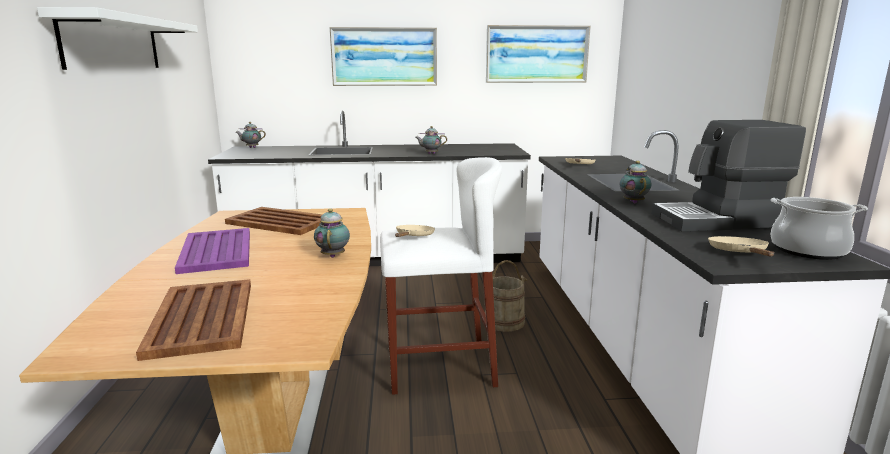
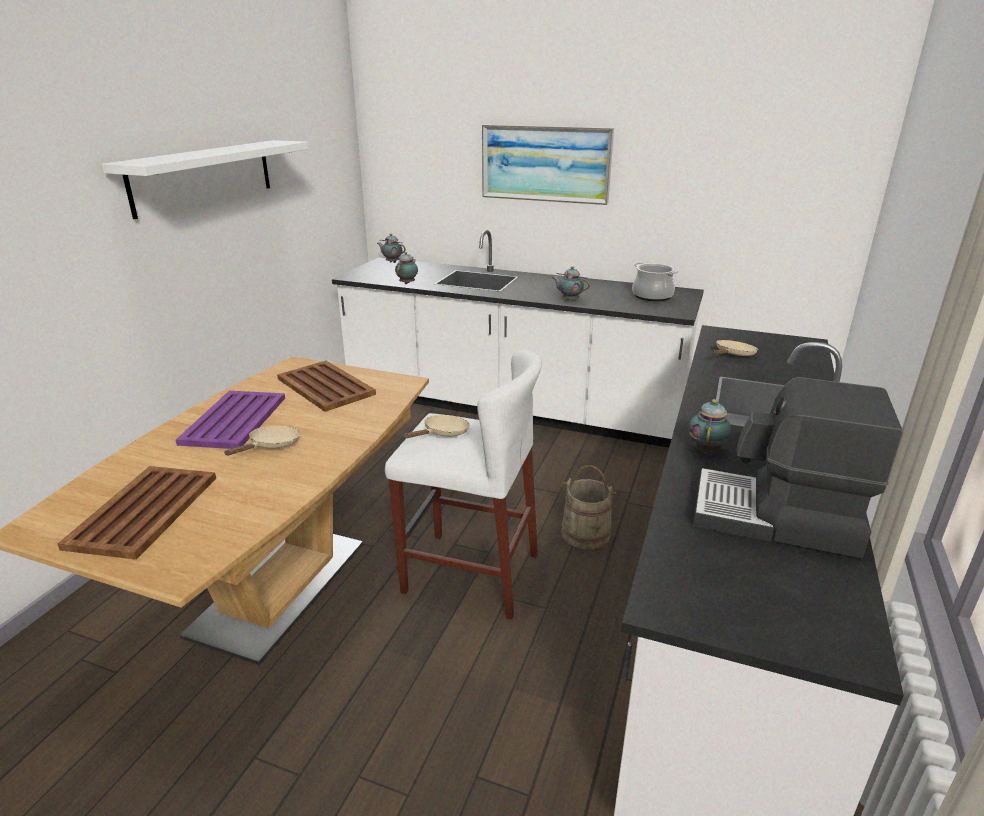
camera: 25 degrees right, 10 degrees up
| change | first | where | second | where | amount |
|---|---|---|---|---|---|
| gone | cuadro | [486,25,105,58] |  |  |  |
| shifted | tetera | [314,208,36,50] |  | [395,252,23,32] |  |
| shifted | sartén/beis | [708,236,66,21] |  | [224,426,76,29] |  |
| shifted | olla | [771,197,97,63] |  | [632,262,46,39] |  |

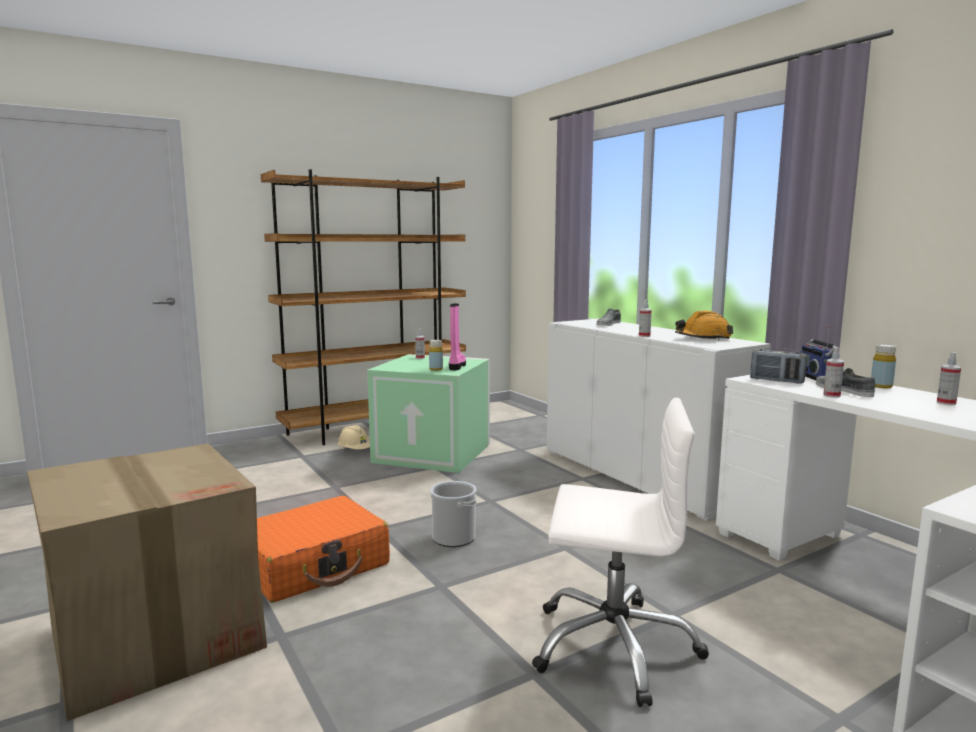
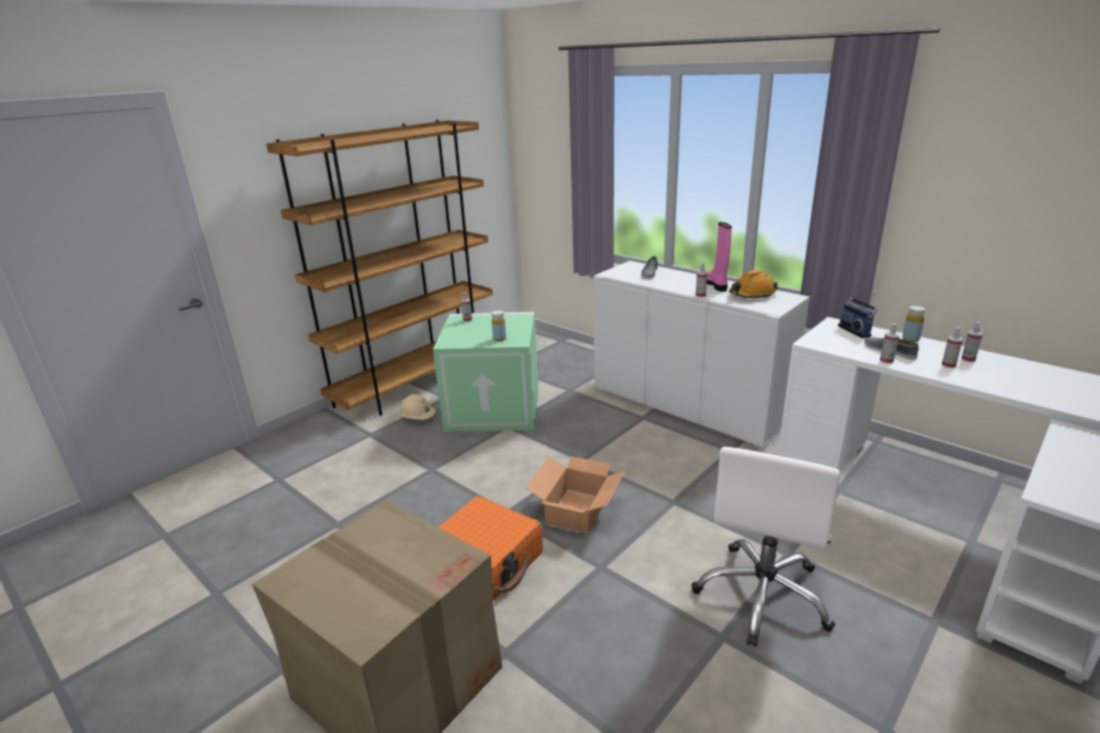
camera: 15 degrees left, 15 degrees up
| change | first | where | second | where | amount |
|---|---|---|---|---|---|
| gone | radio | [750,348,57,36] |  |  |  |
| new |  |  | pulverizador | [942,327,21,41] |  |
| shifted | bota/rosa | [449,304,17,66] |  | [706,222,26,69] |  |
| swapped | cubo | [430,481,47,66] | caja de cartón | [525,456,100,78] |  |
| rotated | silla de oficina/blanco | [532,398,177,309] |  | [691,447,149,200] | 120 degrees clockwise |

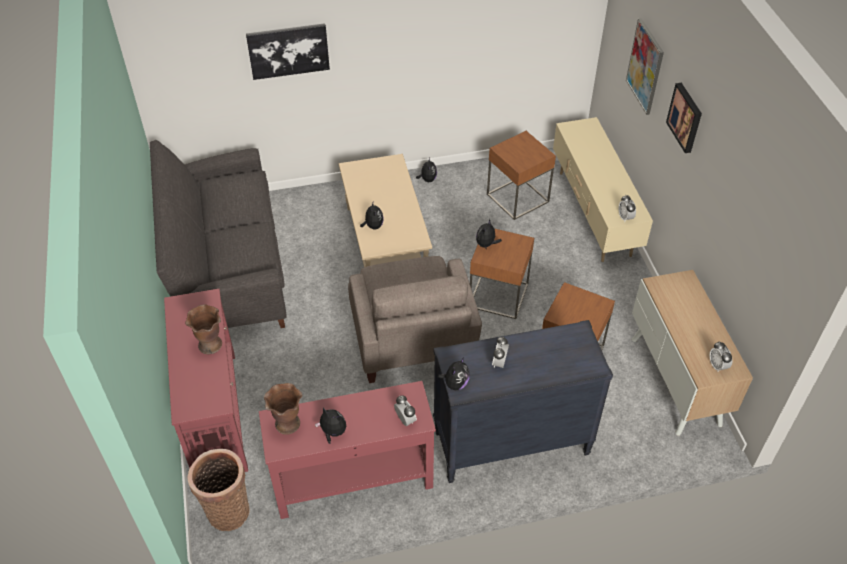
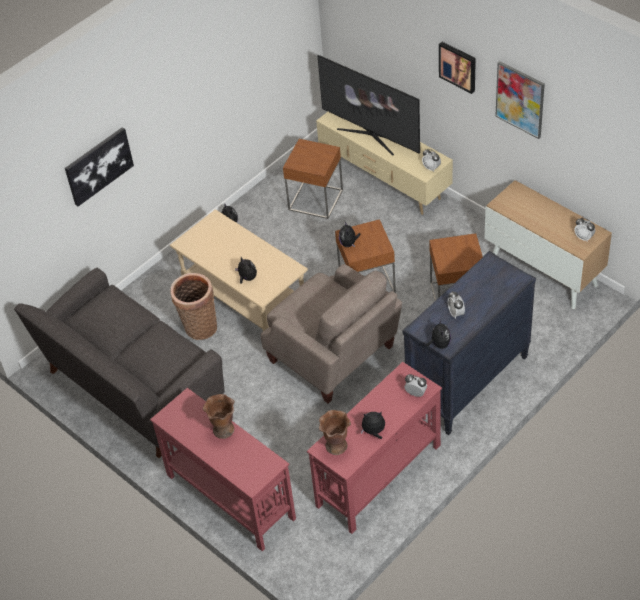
camera: 30 degrees left, 0 degrees up
| change | first | where | second | where | amount |
|---|---|---|---|---|---|
| new |  |  | televisor | [317,55,103,101] |  |
| shifted | cesta | [187,449,62,82] |  | [170,273,47,67] |  |
| shifted | cuadro | [626,18,38,97] |  | [495,61,50,78] |  |

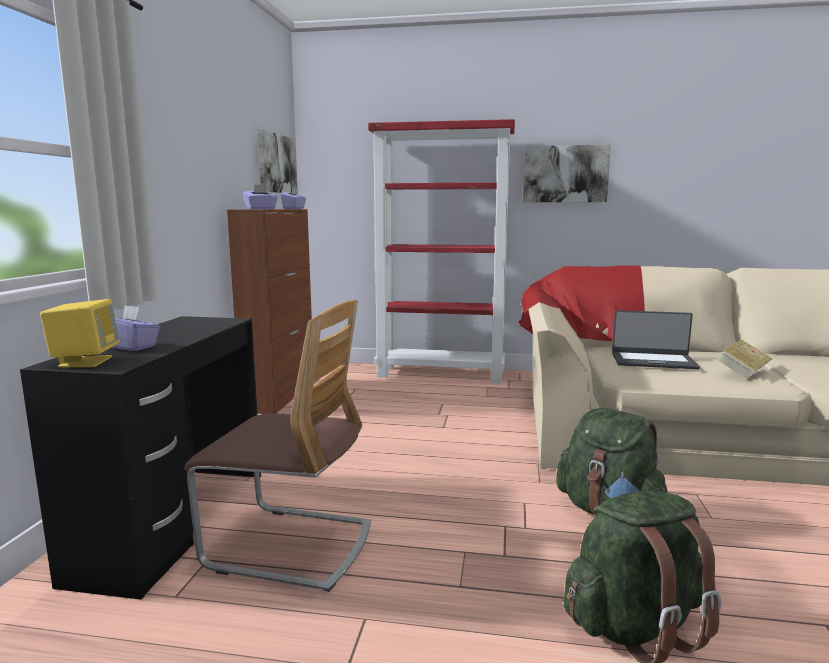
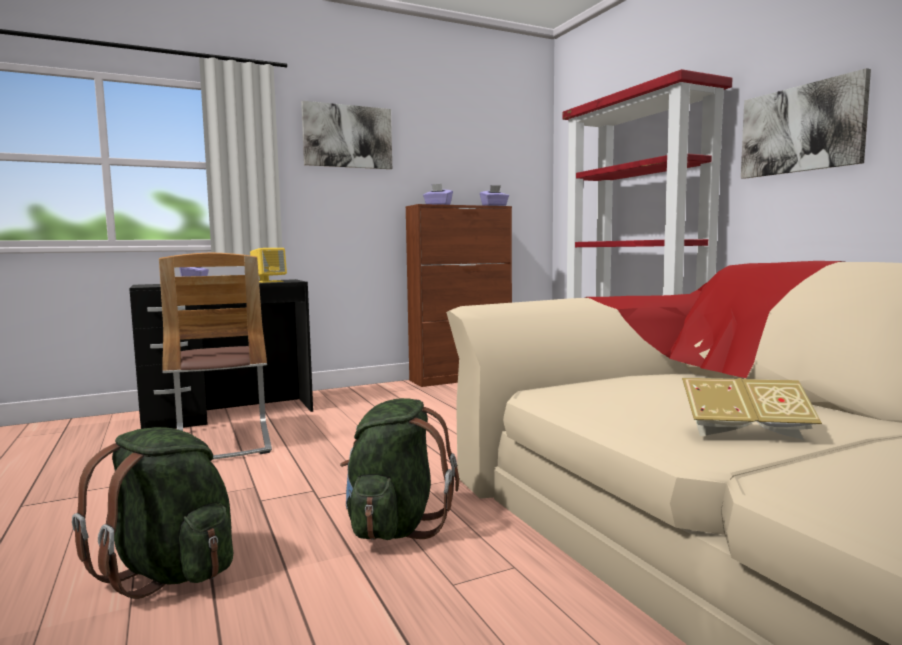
camera: 55 degrees right, 5 degrees down
| change | first | where | second | where | amount |
|---|---|---|---|---|---|
| gone | portátil | [612,310,88,59] |  |  |  |
| shifted | altavoz/amarillo | [40,299,80,69] |  | [250,248,37,35] |  |
| shifted | cuadro | [257,129,41,65] |  | [301,101,91,68] |  |

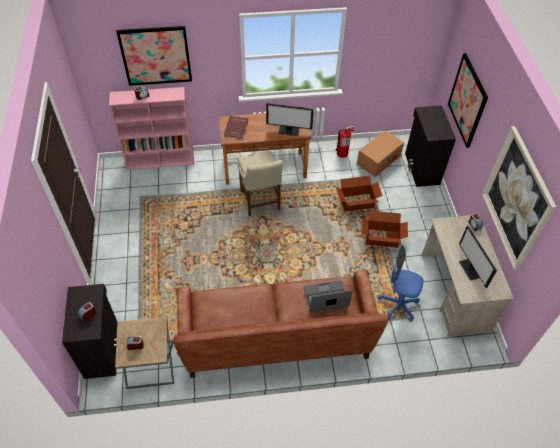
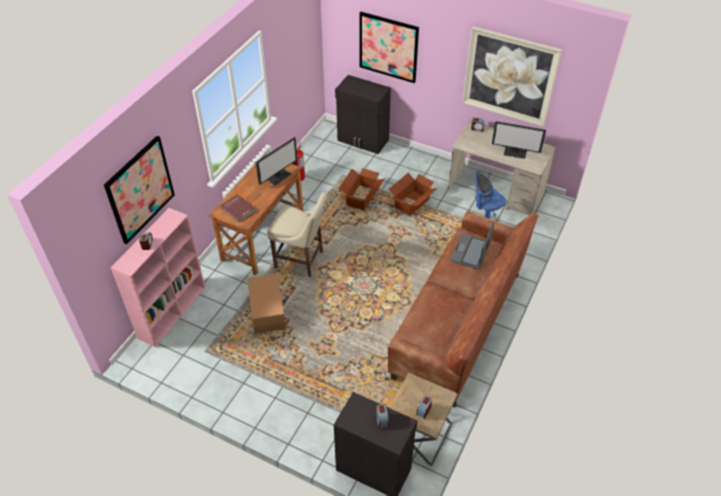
camera: 55 degrees left, 5 degrees down
| change | first | where | second | where | amount |
|---|---|---|---|---|---|
| shifted | caja de cartón | [357,130,47,47] |  | [247,274,39,60] |  |

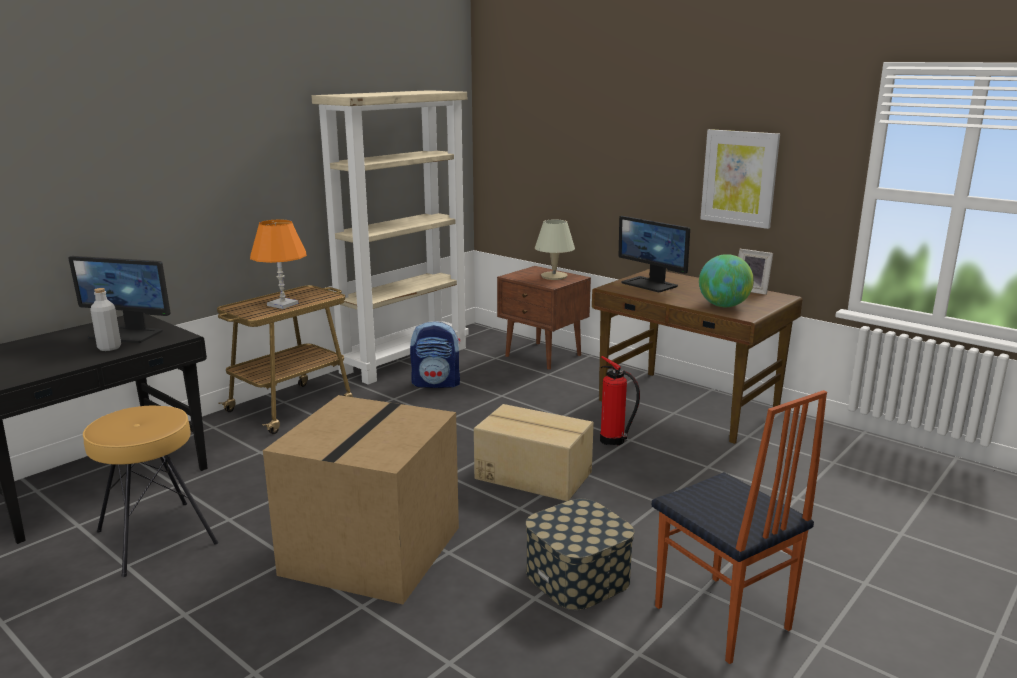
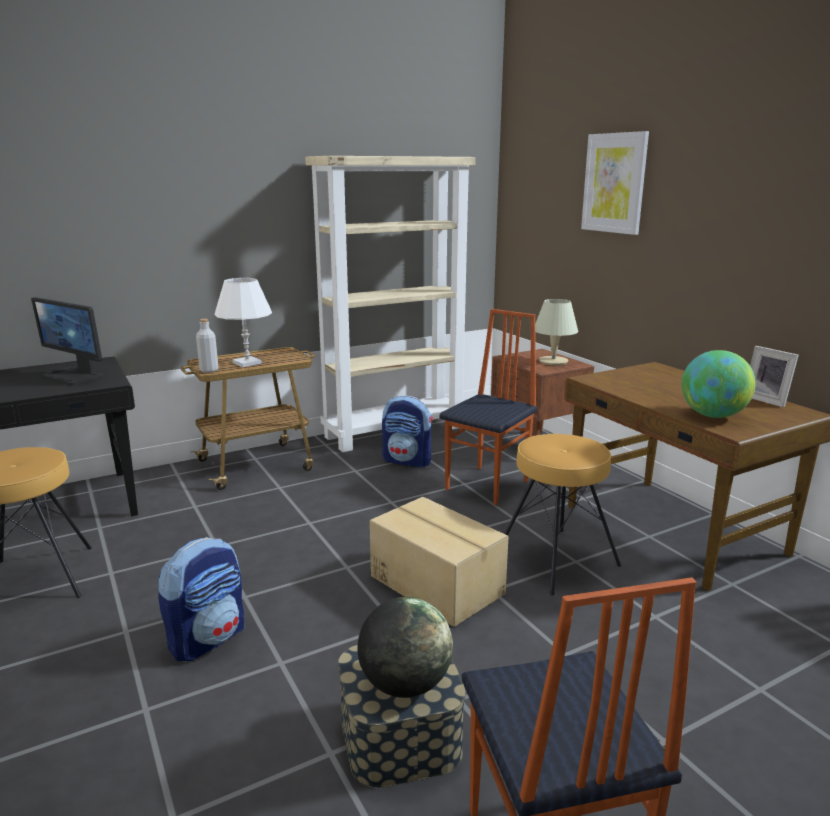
camera: 20 degrees right, 0 degrees up
| change | first | where | second | where | amount |
|---|---|---|---|---|---|
| gone | monitor | [619,216,71,76] |  |  |  |
| new |  |  | globo terráqueo | [358,597,95,101] |  |
| new |  |  | silla | [439,309,99,196] |  |
| shifted | botella/gris | [90,288,31,63] |  | [196,319,23,54] |  |
| shifted | cuadro | [700,129,80,100] |  | [581,131,68,104] |  |
| swapped | caja de cartón | [263,395,196,209] | mochila | [158,537,86,124] |  |
| swapped | extintor | [600,356,40,89] | taburete/marrón | [505,434,116,161] |  |
| repainted | lámpara de mesa/naranja | [250,219,57,90] | lámpara de mesa/blanco | [215,278,57,89] |  |

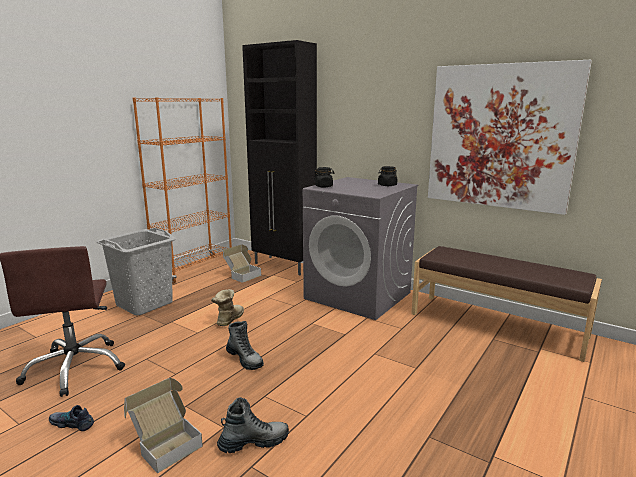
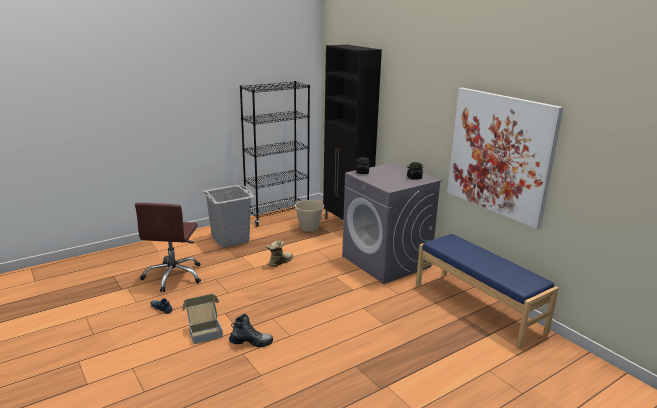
camera: 20 degrees right, 5 degrees up
| change | first | where | second | where | amount |
|---|---|---|---|---|---|
| gone | bota | [226,321,38,49] |  |  |  |
| swapped | caja de cartón | [223,244,38,39] | cubo/beis | [295,200,30,32] |  |
| repainted | estantería/naranja | [133,97,99,187] | estantería/negro | [240,81,70,145] |  |
| repainted | banco/marrón | [411,246,191,116] | banco/azul | [416,234,143,115] |  |

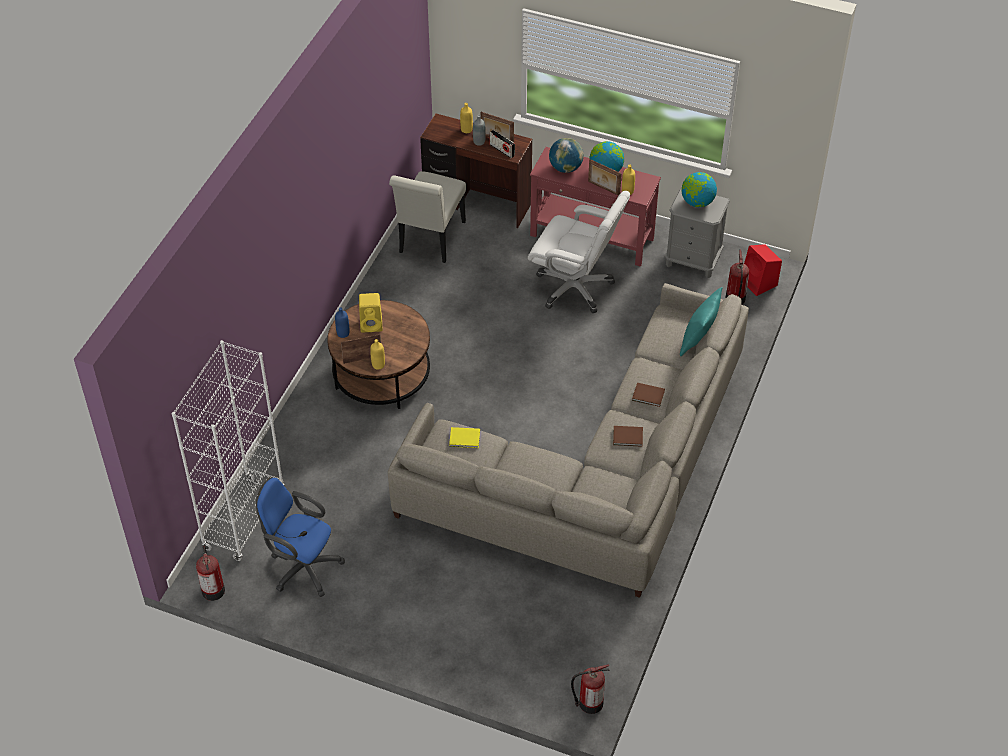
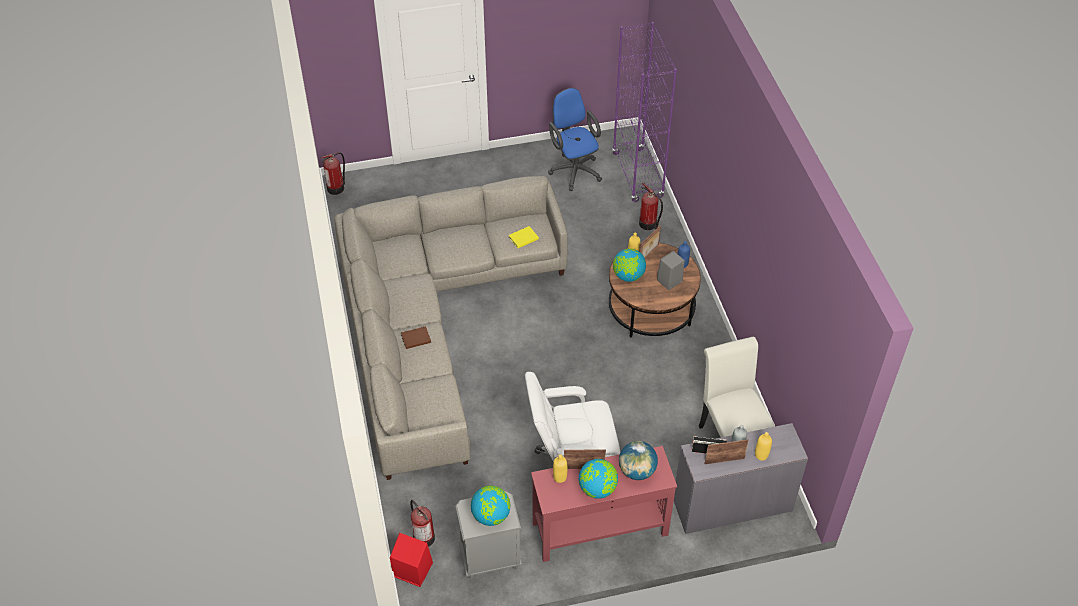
camera: 145 degrees right, 0 degrees up
| change | first | where | second | where | amount |
|---|---|---|---|---|---|
| gone | libro/marrón | [613,426,30,21] |  |  |  |
| gone | cojín/turquesa | [680,287,43,69] |  |  |  |
| new |  |  | globo terráqueo | [613,249,33,33] |  |
| shifted | extintor | [196,545,29,56] |  | [639,183,24,47] |  |
| repainted | estantería/blanco | [172,340,113,221] | estantería/morado | [612,22,65,180] |  |
| repainted | altavoz/amarillo | [359,293,23,39] | altavoz/gris | [657,251,28,39] |  |
| repainted | escritorio/marrón | [420,114,112,114] | escritorio/gris | [674,423,134,111] |  |
| rotated | silla de oficina/azul | [256,477,89,120] |  | [548,88,54,103] | 105 degrees counterclockwise |

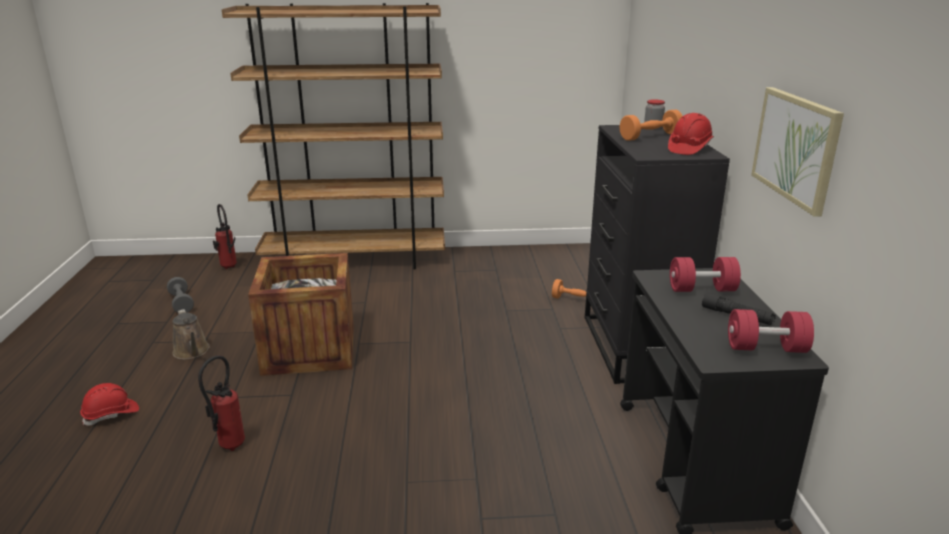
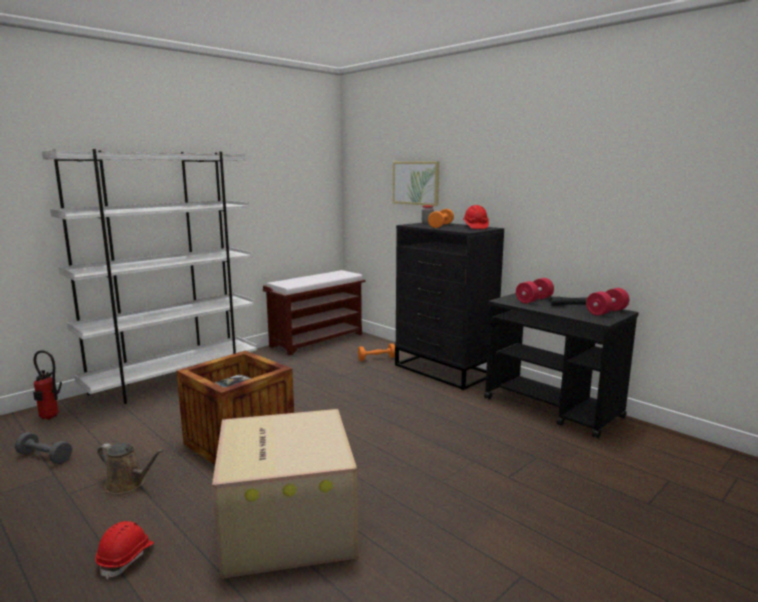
camera: 40 degrees left, 10 degrees down
| change | first | where | second | where | amount |
|---|---|---|---|---|---|
| new |  |  | banco/marrón | [263,270,102,85] |  |
| shifted | cuadro | [751,87,93,130] |  | [393,161,46,45] |  |
| swapped | extintor | [198,355,47,96] | caja de cartón | [212,409,146,170] |  |
| repainted | estantería/marrón | [221,3,224,267] | estantería/blanco | [42,149,215,255] |  |

